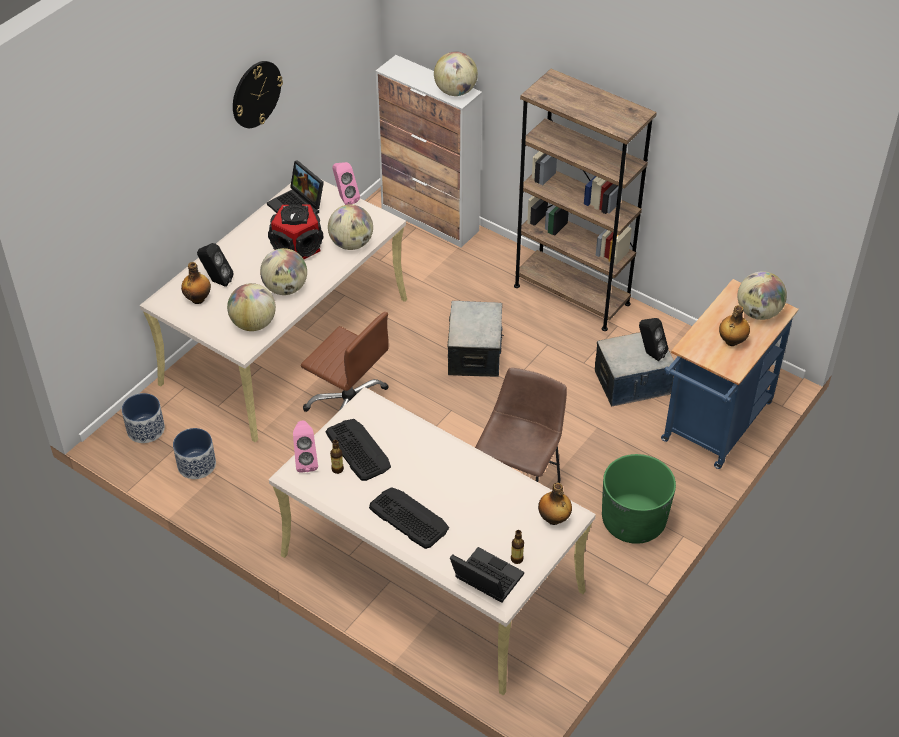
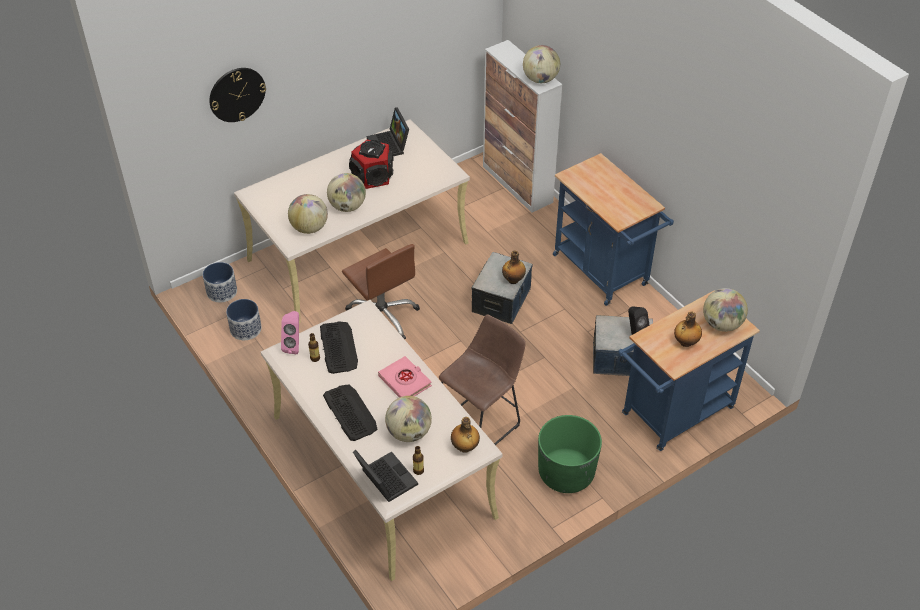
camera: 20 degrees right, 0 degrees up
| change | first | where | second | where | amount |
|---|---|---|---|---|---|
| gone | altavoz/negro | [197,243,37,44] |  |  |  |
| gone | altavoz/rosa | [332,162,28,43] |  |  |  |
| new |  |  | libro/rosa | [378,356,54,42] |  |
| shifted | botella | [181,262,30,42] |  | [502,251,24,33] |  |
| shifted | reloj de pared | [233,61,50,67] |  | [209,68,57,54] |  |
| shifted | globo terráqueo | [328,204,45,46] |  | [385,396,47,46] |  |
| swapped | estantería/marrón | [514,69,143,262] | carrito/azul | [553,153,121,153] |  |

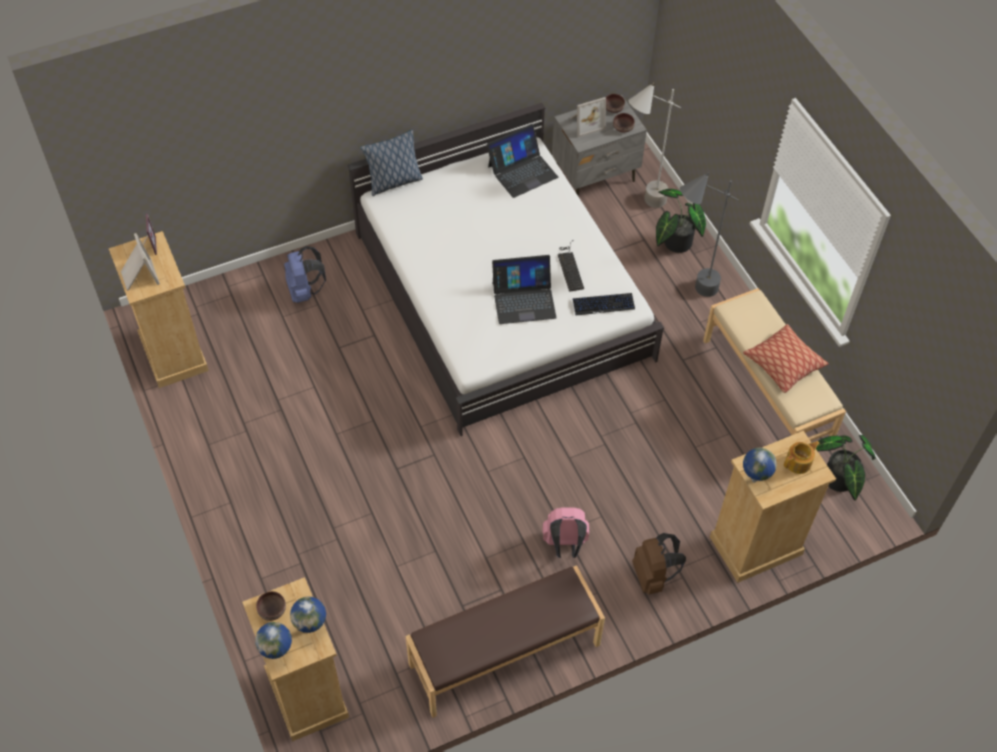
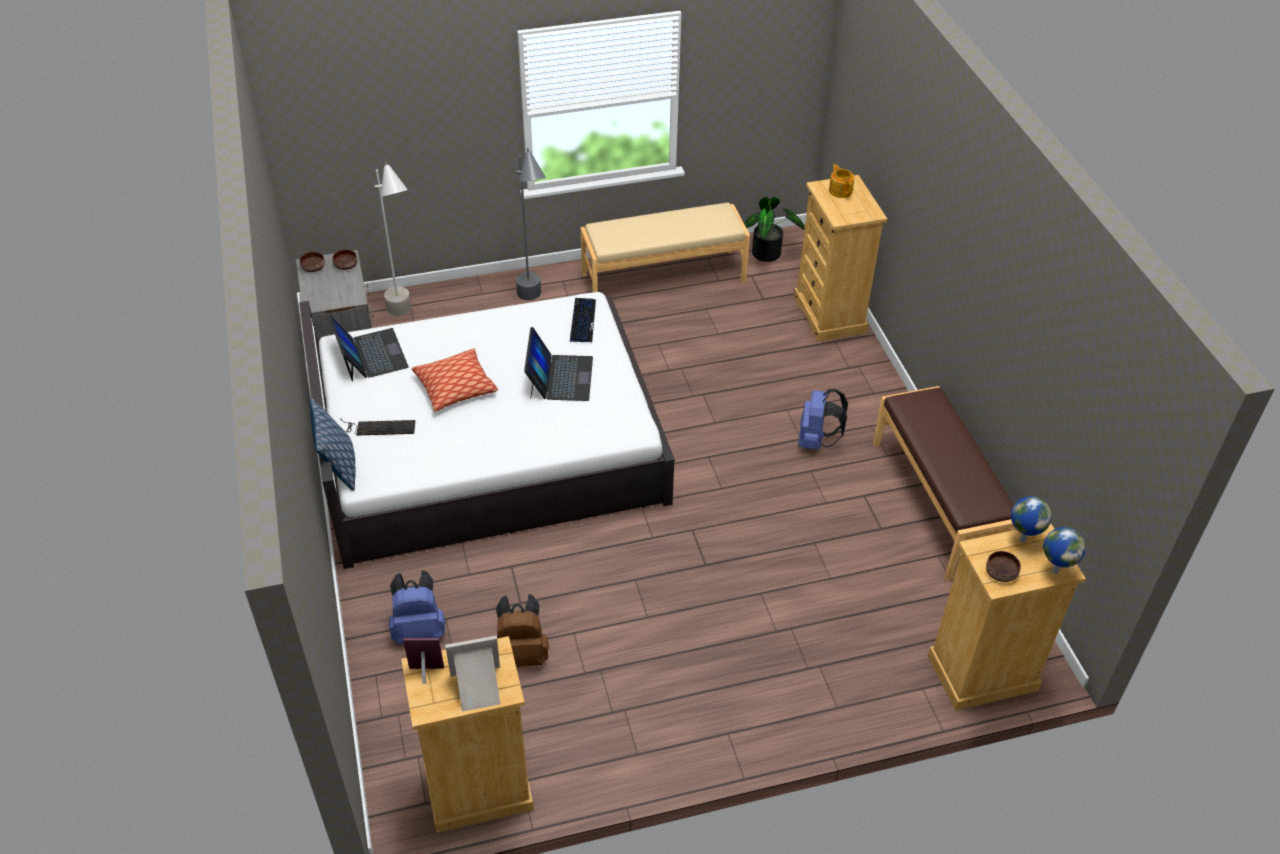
camera: 80 degrees left, 10 degrees down
| change | first | where | second | where | amount |
|---|---|---|---|---|---|
| gone | portarretratos | [570,97,36,40] |  |  |  |
| gone | planta en maceta | [656,189,50,64] |  |  |  |
| gone | globo terráqueo | [743,447,34,36] |  |  |  |
| shifted | teclado | [558,240,26,52] |  | [340,418,75,17] |  |
| shifted | mochila/marrón | [632,533,54,62] |  | [496,594,53,73] |  |
| shifted | cojín | [743,324,86,69] |  | [412,348,86,64] |  |
| repainted | mochila/rosa | [542,507,47,51] | mochila/azul | [798,389,50,60] |  |

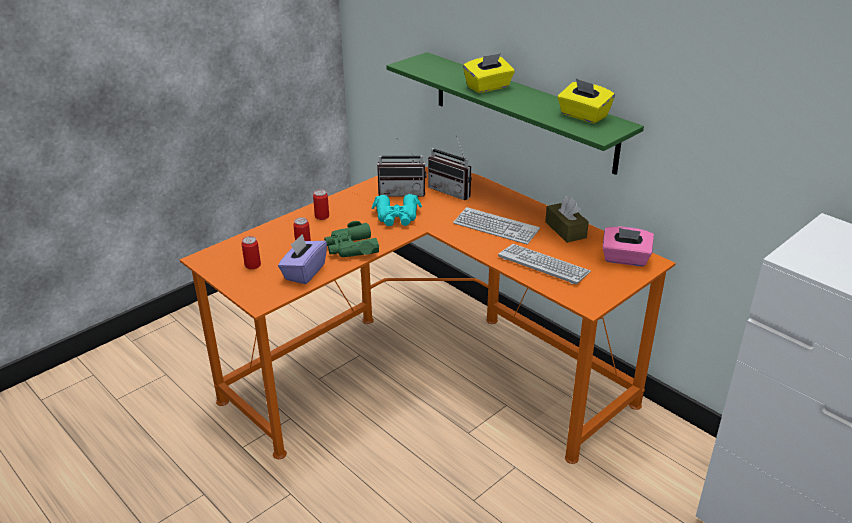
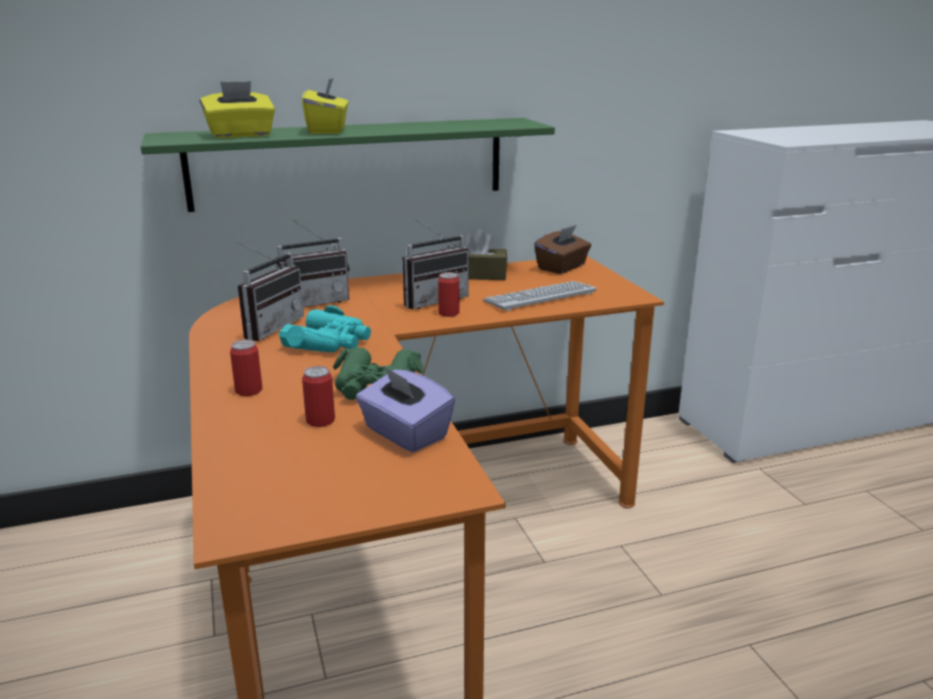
camera: 65 degrees left, 10 degrees down
| change | first | where | second | where | amount |
|---|---|---|---|---|---|
| shifted | lata | [242,236,19,33] |  | [438,272,21,45] |  |
| shifted | caja de pañuelos/amarillo | [558,79,57,45] |  | [200,81,75,57] |  |
| swapped | teclado | [453,207,87,37] | radio | [403,219,66,90] |  |
| repainted | caja de pañuelos/rosa | [602,227,52,39] | caja de pañuelos/marrón | [534,225,57,49] |  |

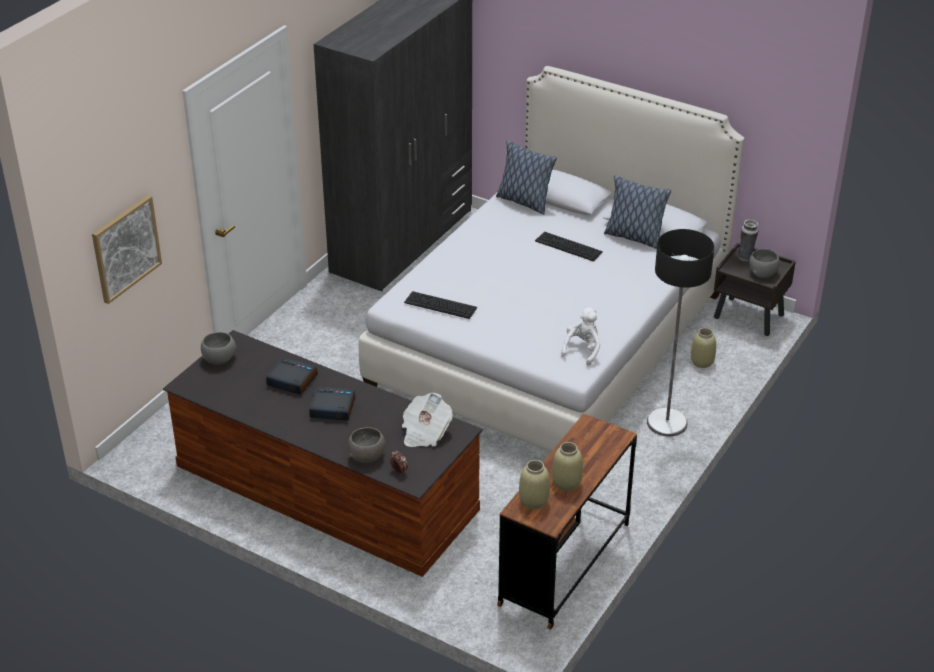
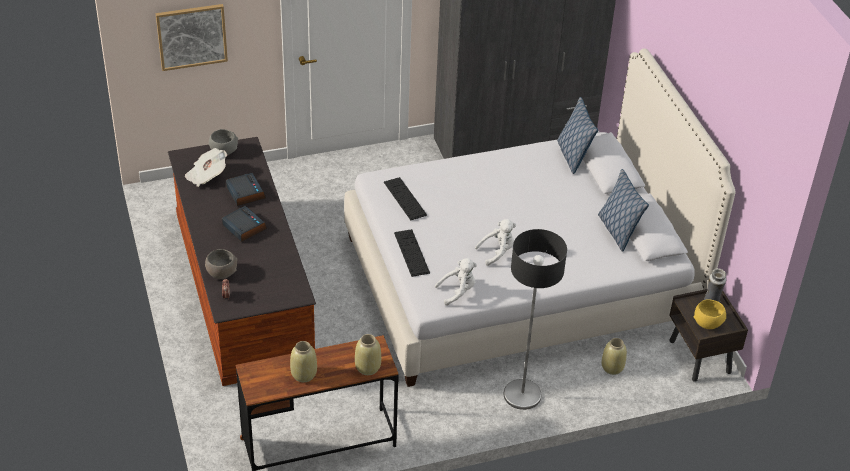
camera: 40 degrees right, 5 degrees up
| change | first | where | second | where | amount |
|---|---|---|---|---|---|
| new |  |  | peluche/blanco | [475,219,41,47] |  |
| shifted | periódico | [402,393,51,54] |  | [185,148,42,39] |  |
| shifted | florero/beis | [519,460,31,49] |  | [355,334,26,41] |  |
| shifted | teclado | [535,232,68,30] |  | [394,229,36,48] |  |
| repainted | cuenco/gris | [749,249,31,29] | cuenco/amarillo | [694,299,32,30] |  |

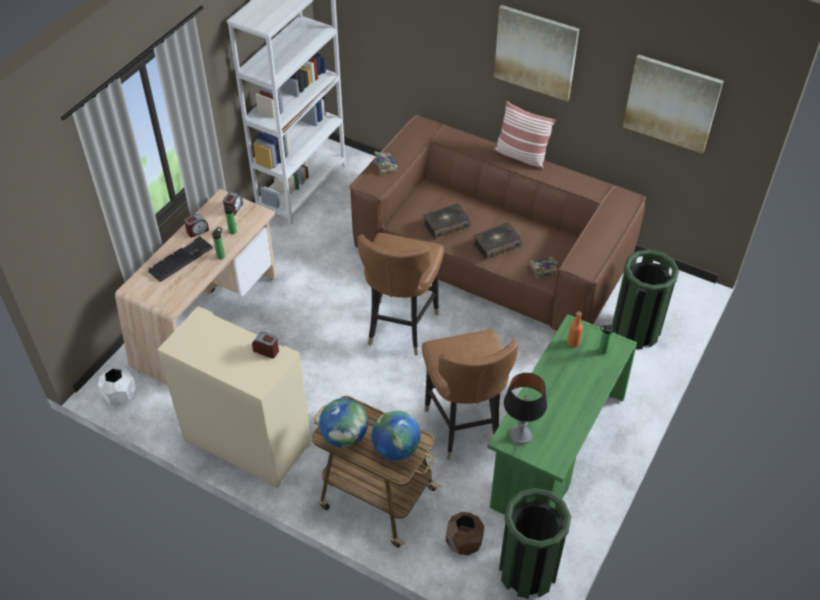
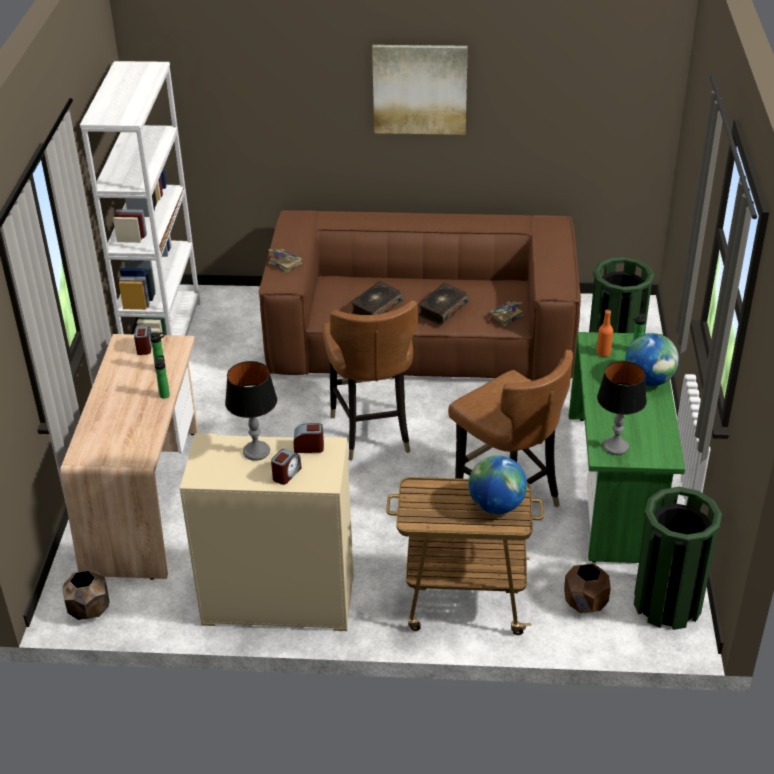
camera: 25 degrees left, 10 degrees down
| change | first | where | second | where | amount |
|---|---|---|---|---|---|
| gone | teclado | [148,236,65,46] |  |  |  |
| gone | cojín | [494,101,62,68] |  |  |  |
| gone | cuadro | [623,54,101,100] |  |  |  |
| new |  |  | lámpara de mesa | [225,361,52,100] |  |
| shifted | despertador | [184,214,25,24] |  | [271,449,30,36] |  |
| shifted | globo terráqueo | [319,398,49,49] |  | [625,333,54,53] |  |
| repainted | maceta/blanco | [98,367,38,38] | maceta/marrón | [62,570,48,50] |  |

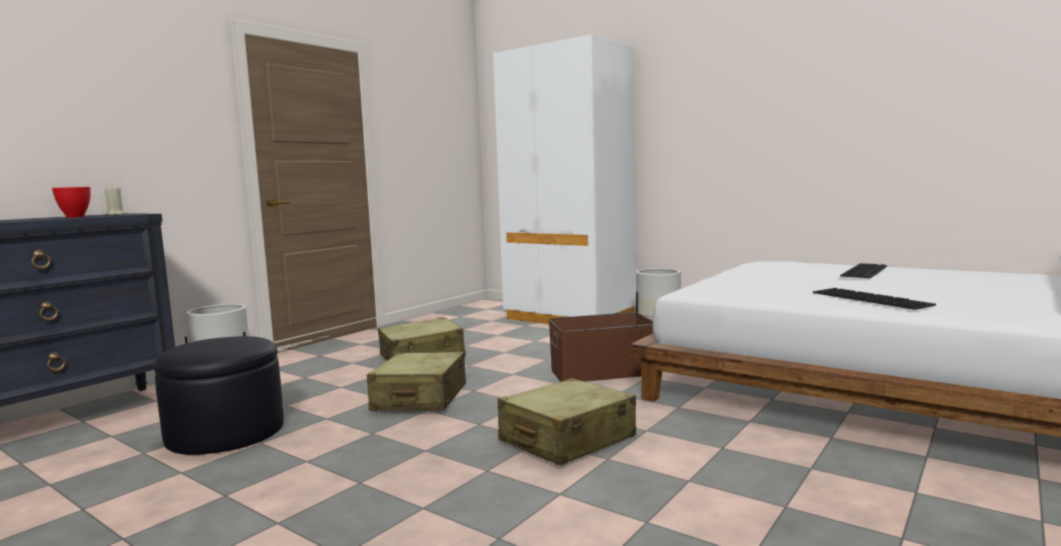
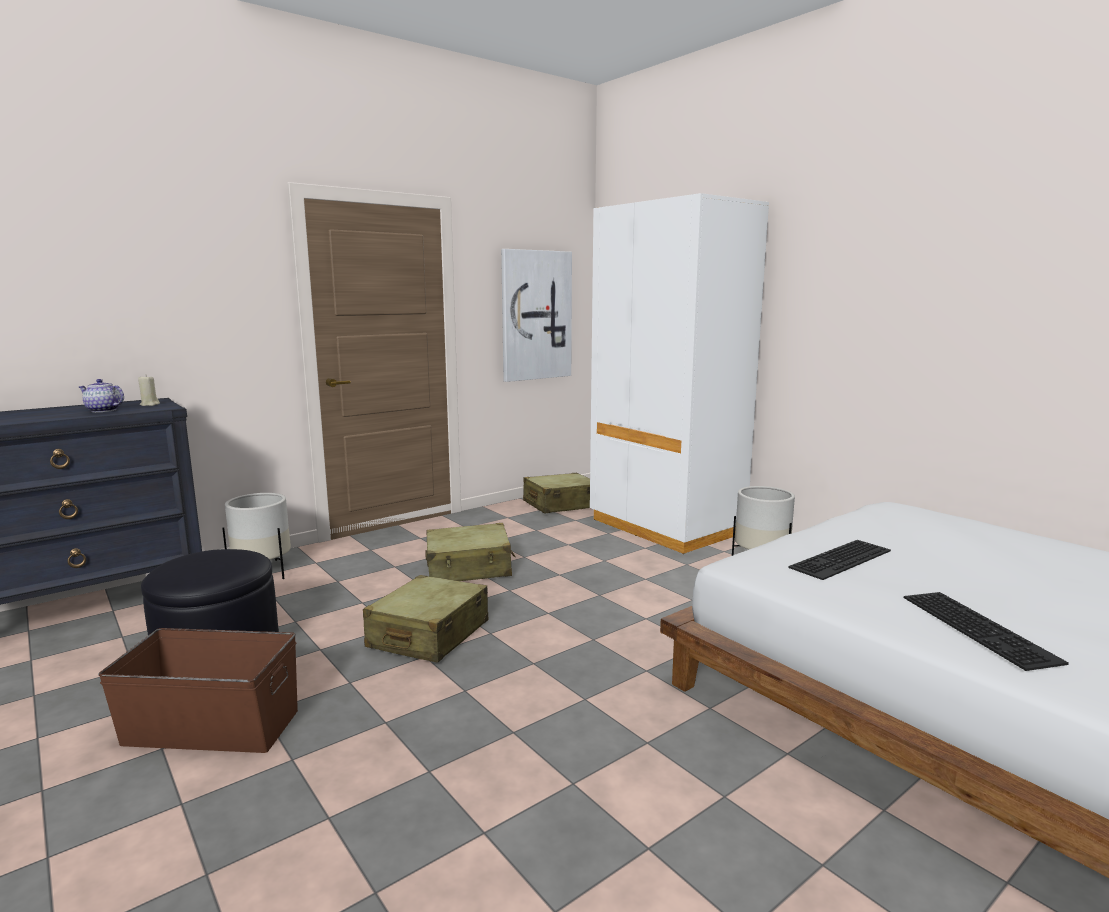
camera: 15 degrees right, 5 degrees up
| change | first | where | second | where | amount |
|---|---|---|---|---|---|
| new |  |  | cuadro | [501,249,71,133] |  |
| shifted | maleta/beis | [498,378,138,88] |  | [523,473,67,40] |  |
| shifted | caja de almacenaje/marrón | [548,312,105,70] |  | [98,628,200,125] |  |
| shifted | teclado | [840,263,47,15] |  | [789,540,102,40] |  |
| swapped | cuenco/rojo | [52,187,39,31] | tetera | [79,379,45,33] |  |

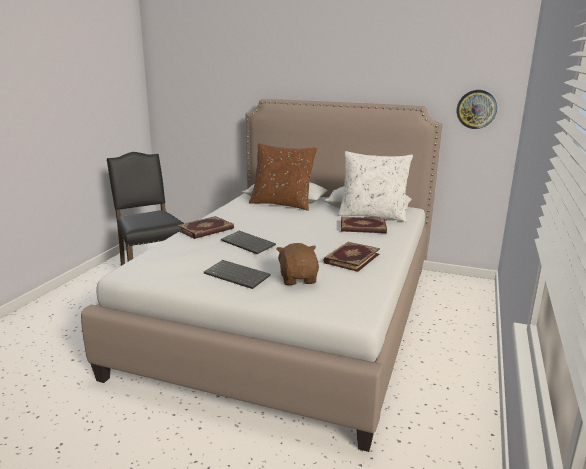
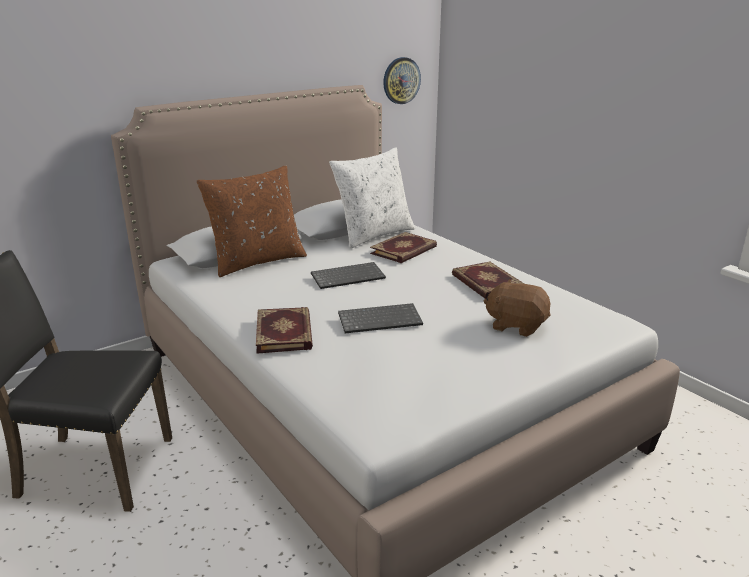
camera: 55 degrees left, 5 degrees up
| change | first | where | second | where | amount |
|---|---|---|---|---|---|
| shifted | teclado | [204,260,67,29] |  | [311,262,75,27] |  |

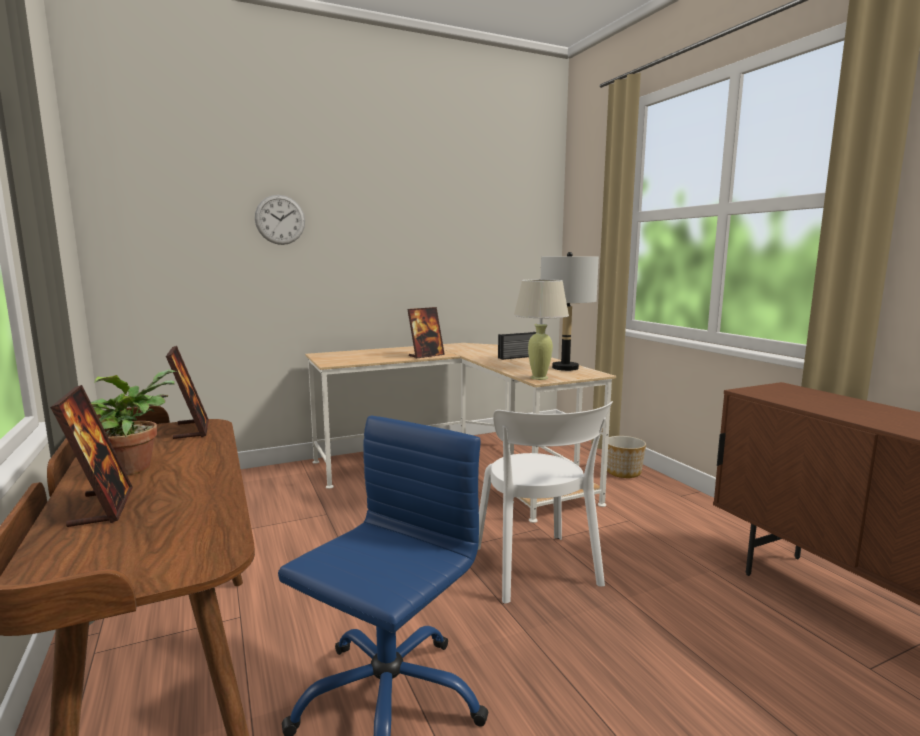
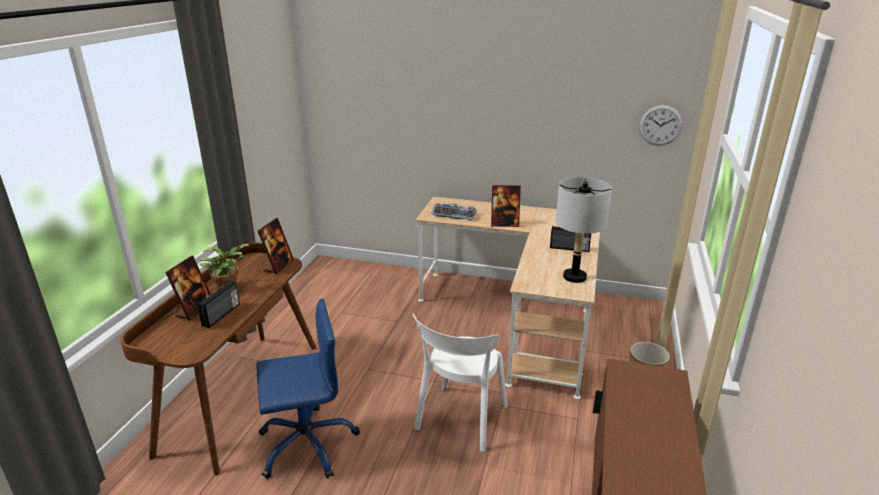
camera: 40 degrees right, 15 degrees up
| change | first | where | second | where | amount |
|---|---|---|---|---|---|
| gone | lámpara de mesa/beis | [514,279,55,101] |  |  |  |
| new |  |  | radio | [197,281,43,47] |  |
| new |  |  | teclado | [431,202,47,20] |  |
| shifted | reloj de pared | [255,195,50,50] |  | [639,105,44,41] |  |

